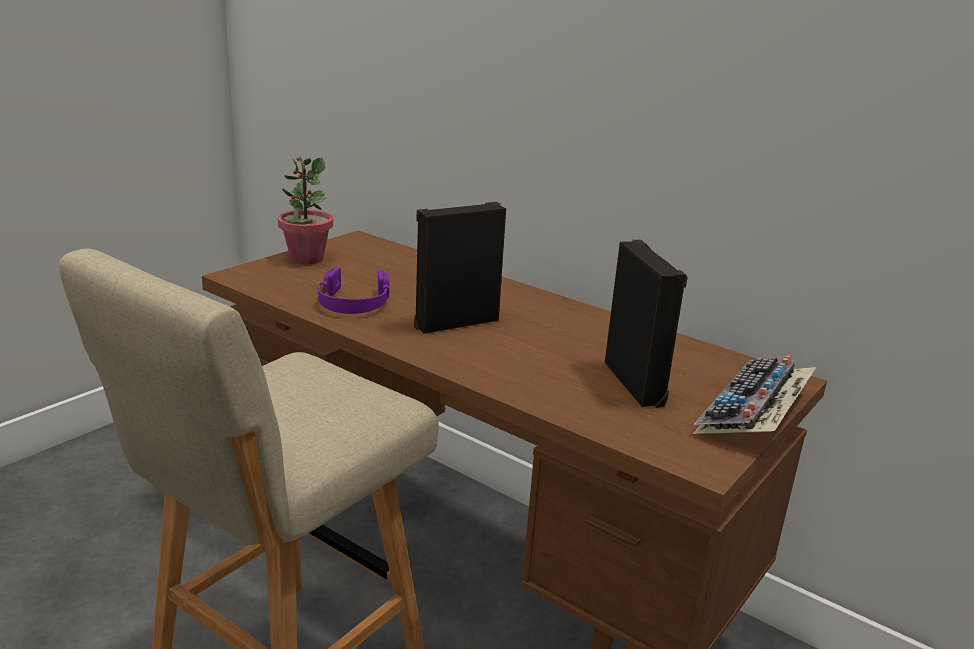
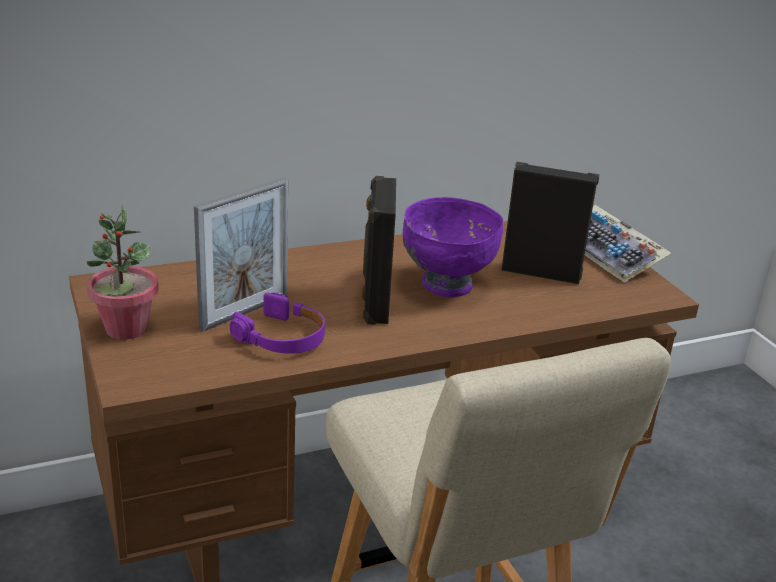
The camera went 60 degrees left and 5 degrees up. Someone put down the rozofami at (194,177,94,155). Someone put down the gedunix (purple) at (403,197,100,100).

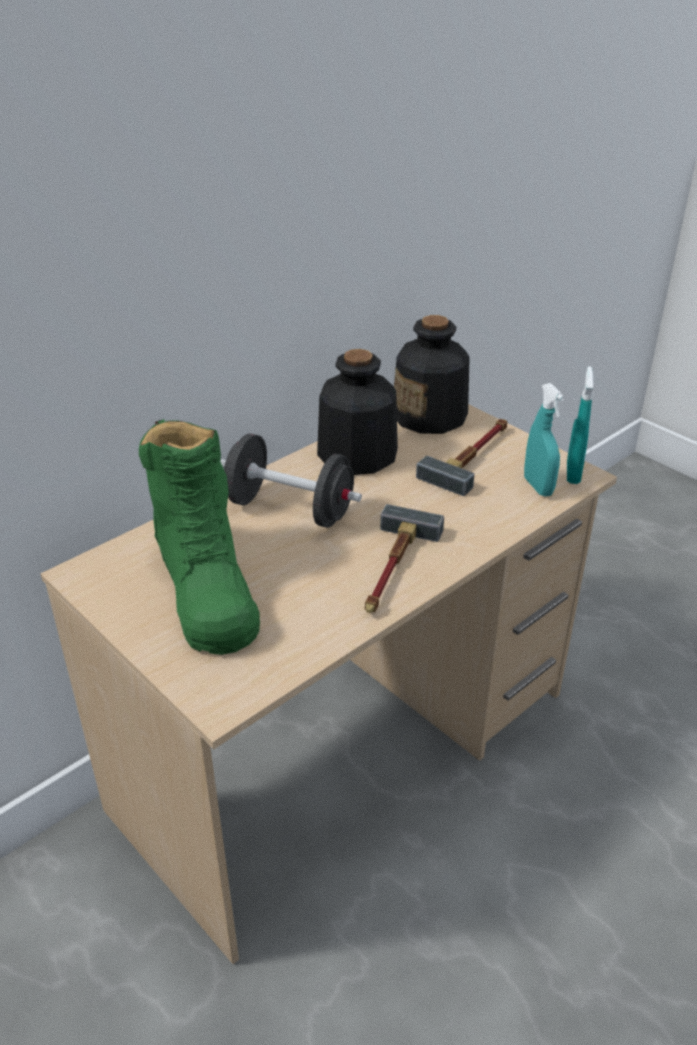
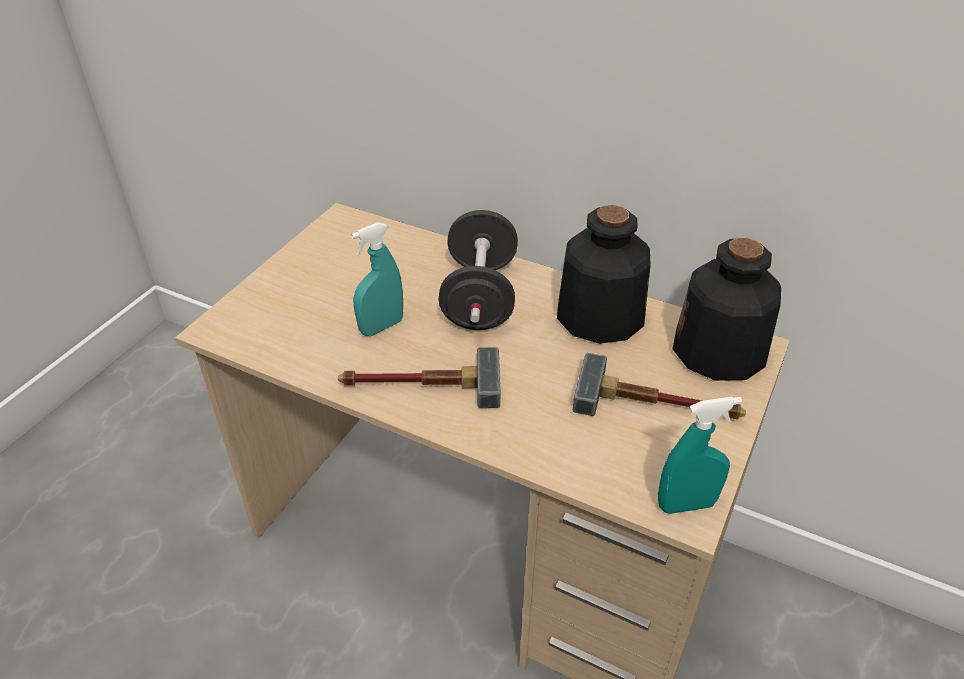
The camera went 70 degrees right and 5 degrees up. Someone took away the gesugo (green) at (139,419,121,236). Someone carried the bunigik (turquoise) from (524,383,41,114) to (351,223,52,113).

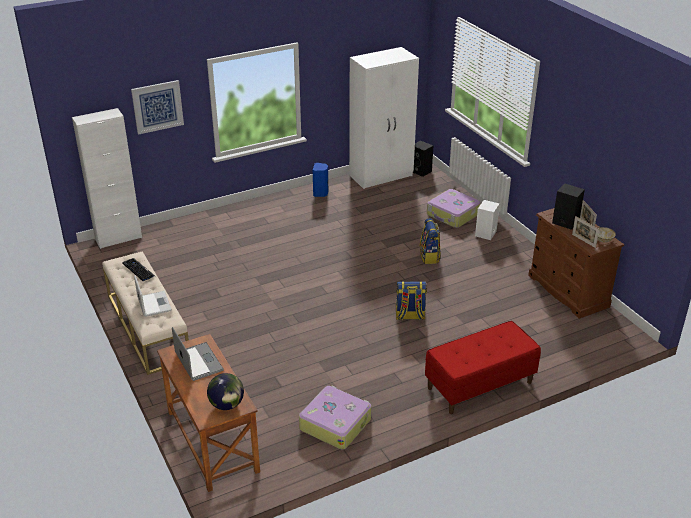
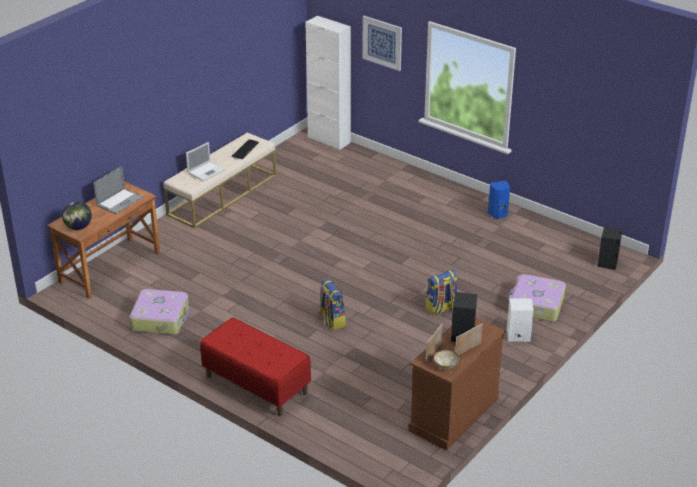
The camera went 65 degrees right and 0 degrees up. Someone took away the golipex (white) at (349,47,70,142).

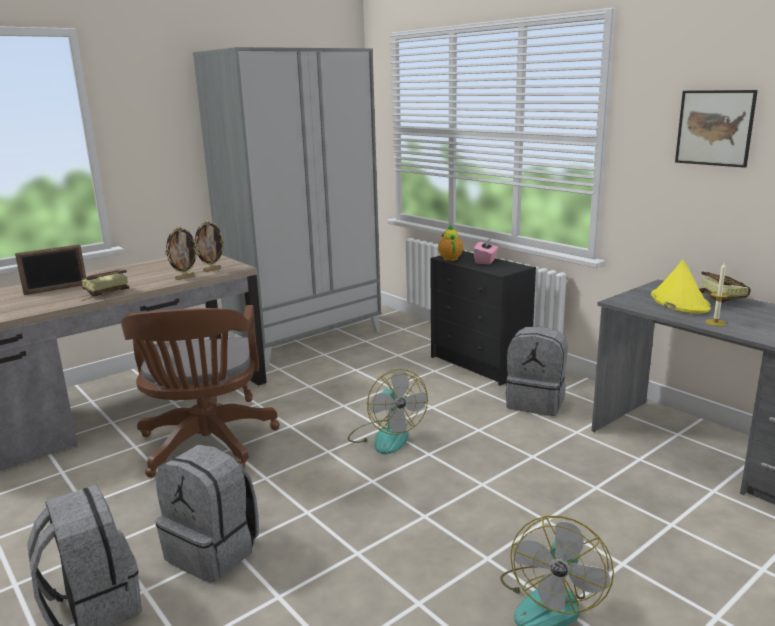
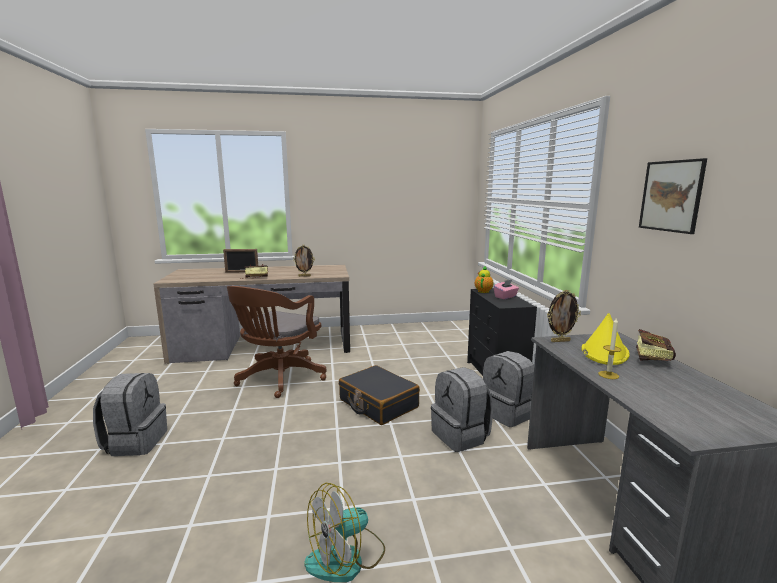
The camera went 30 degrees right and 5 degrees down. Someone took away the golipex (grey) at (193,47,188,321). Someone carried the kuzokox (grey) from (156,444,103,139) to (431,367,62,85). Someone carried the rozofami from (195,220,30,52) to (547,290,34,52). Someone swapped the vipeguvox at (348,369,80,85) for the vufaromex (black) at (339,365,81,60).

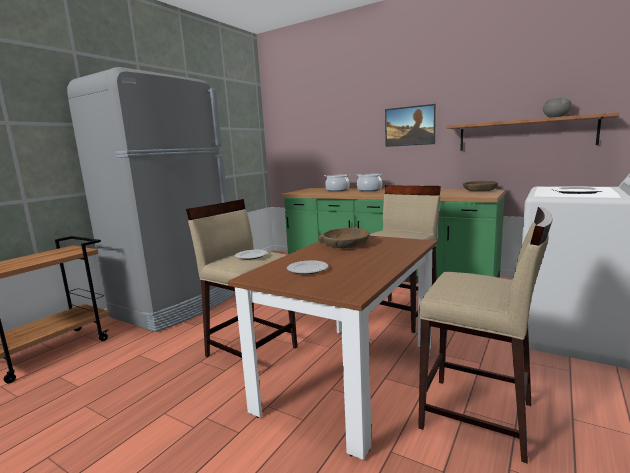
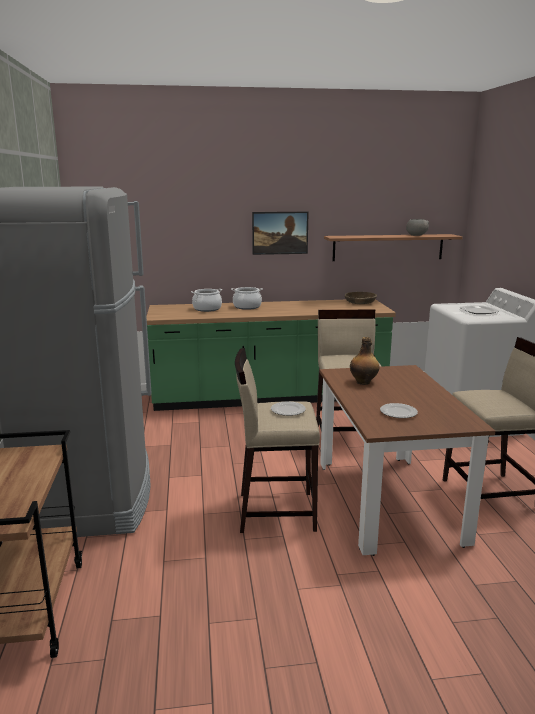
The camera went 40 degrees left and 5 degrees up. Someone swapped the gedunix (brown) at (318,228,52,20) for the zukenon at (350,337,29,48).

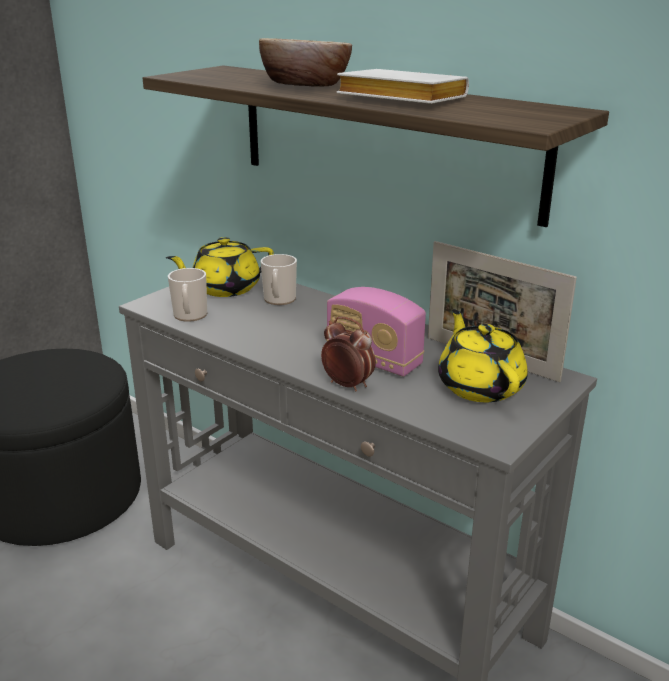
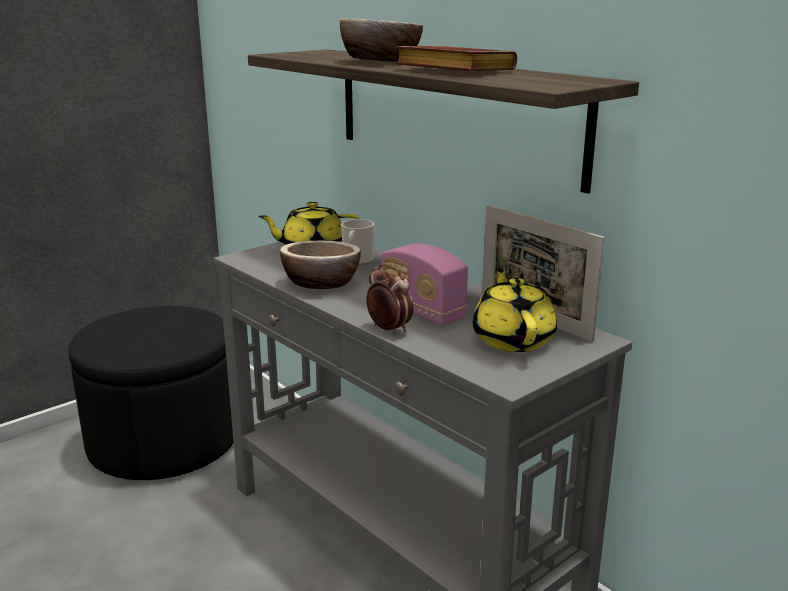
The camera went 10 degrees right and 5 degrees down. Someone took away the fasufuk at (168,268,39,54). Someone put down the gedunix at (280,241,81,48). Someone repainted the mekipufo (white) at (337,69,132,35), which became the mekipufo (brown) at (396,46,121,25).

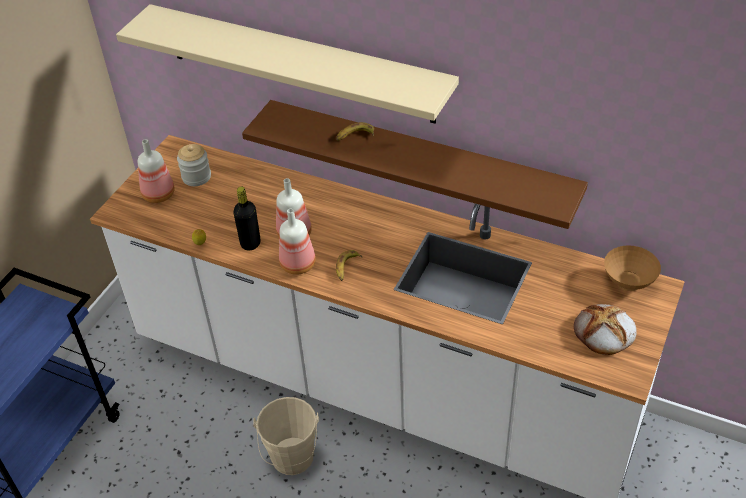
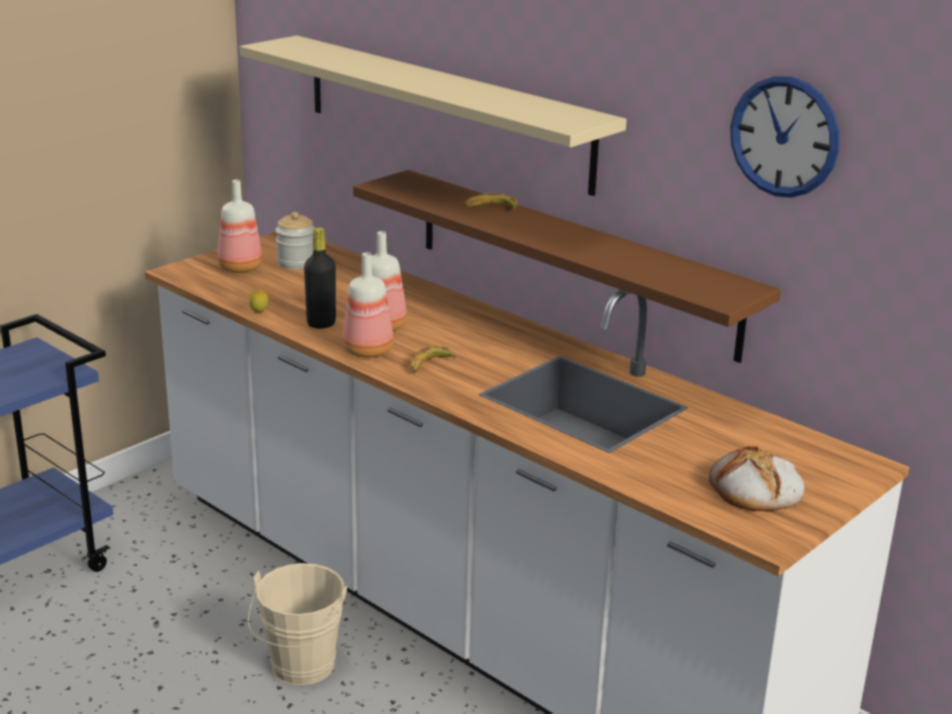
The camera went 15 degrees right and 20 degrees down. Someone took away the gedunix (brown) at (604,245,57,46). Someone put up the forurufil at (730,76,109,122).

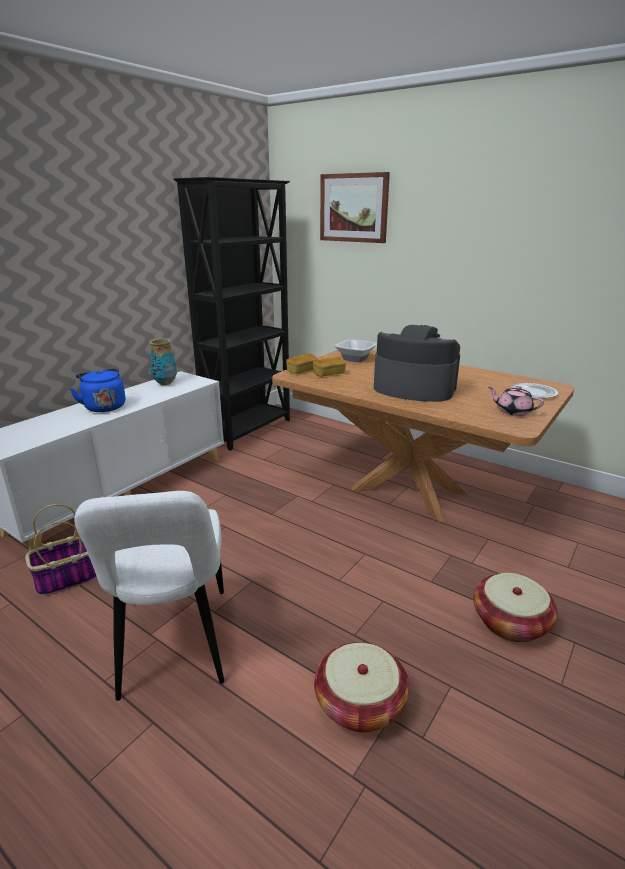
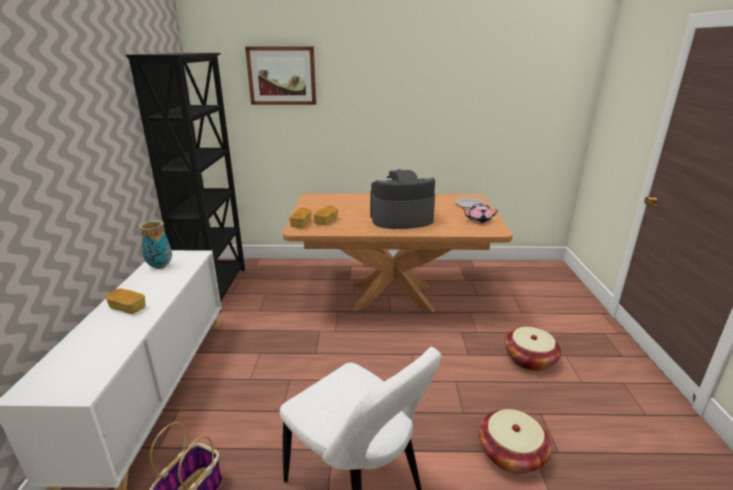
The camera went 35 degrees left and 0 degrees up. Someone took away the gedunix at (335,339,42,23). Someone swapped the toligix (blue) at (70,368,55,44) for the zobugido at (106,288,39,26).

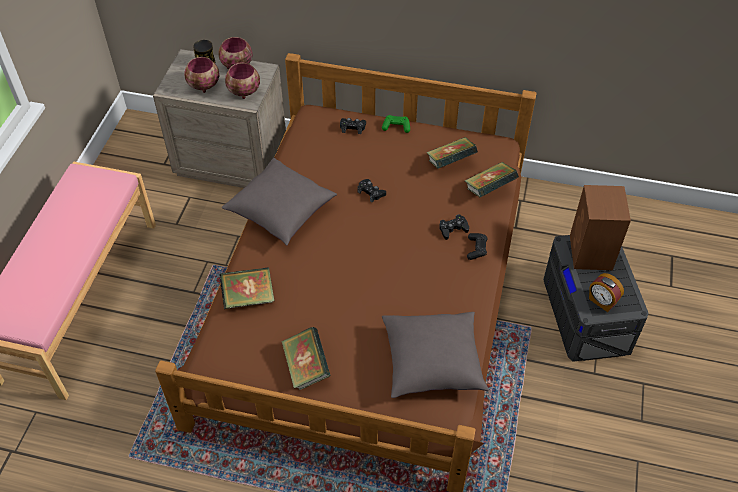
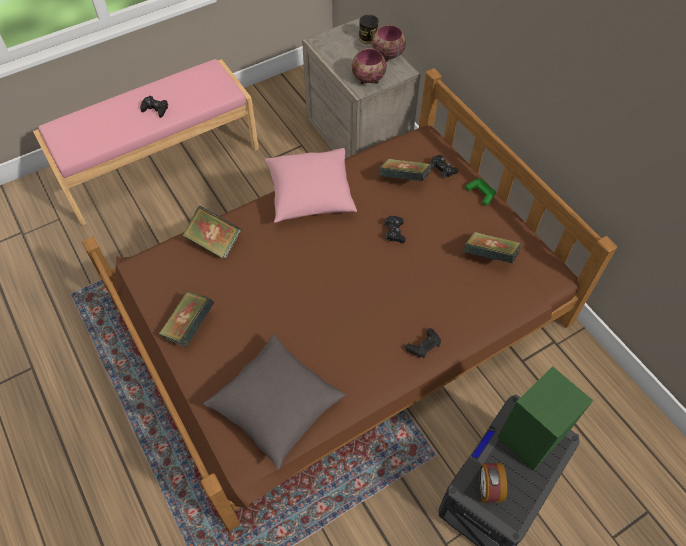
The camera went 45 degrees right and 5 degrees up. Someone took away the gedunix at (184,57,35,36). Someone carried the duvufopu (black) from (439,214,30,26) to (140,96,28,22). Someone carried the mekipufo from (465,162,54,35) to (379,159,52,22). Someone repainted the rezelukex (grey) at (222,158,115,88), which became the rezelukex (pink) at (265,148,92,75). Someone repainted the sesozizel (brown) at (570,185,61,85), which became the sesozizel (green) at (497,366,96,104).

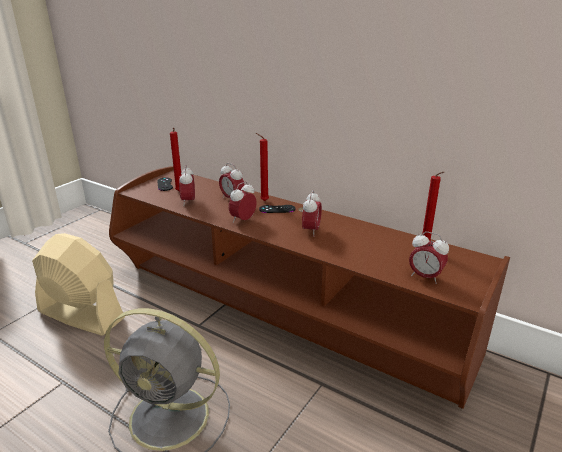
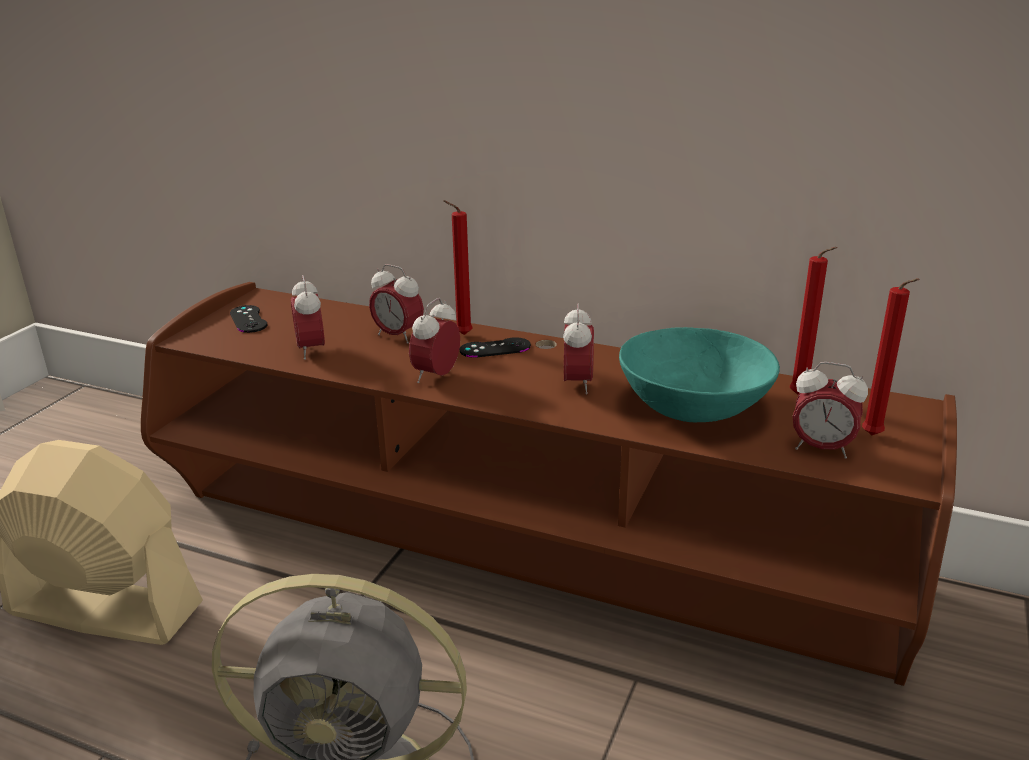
The camera went 10 degrees left and 0 degrees up. Someone put down the gedunix (turquoise) at (619,327,161,95). Someone carried the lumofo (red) from (170,127,11,64) to (862,278,58,157).

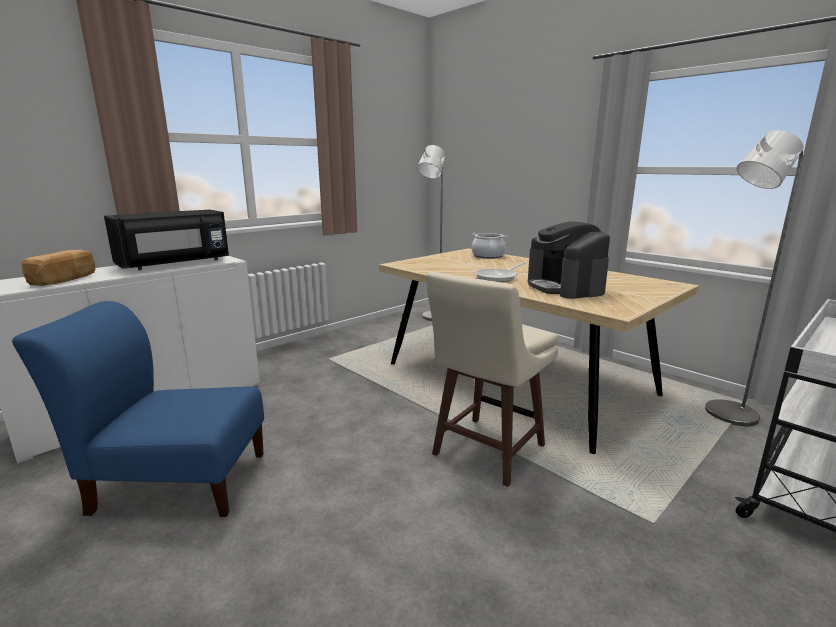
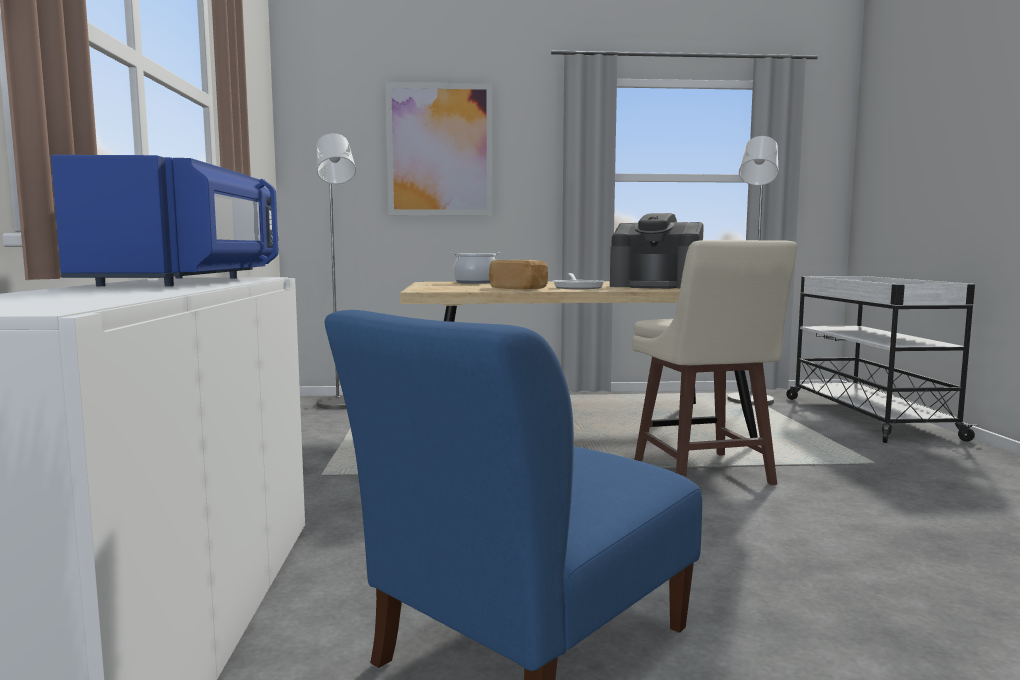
The camera went 50 degrees left and 10 degrees down. Someone put up the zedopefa at (385,82,108,134). Someone carried the zobugido from (22,250,73,36) to (489,260,59,29). Someone repainted the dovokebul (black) at (104,209,125,61), which became the dovokebul (blue) at (51,155,228,131).

